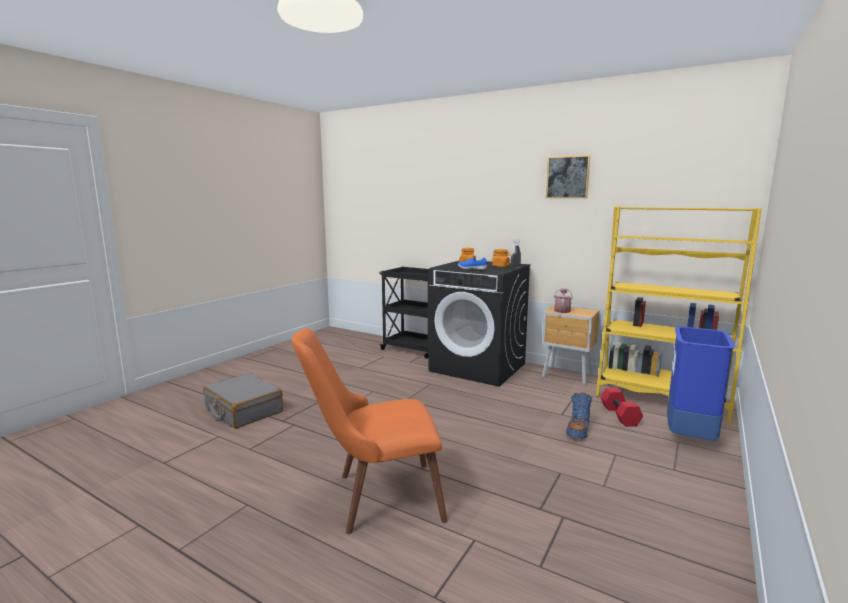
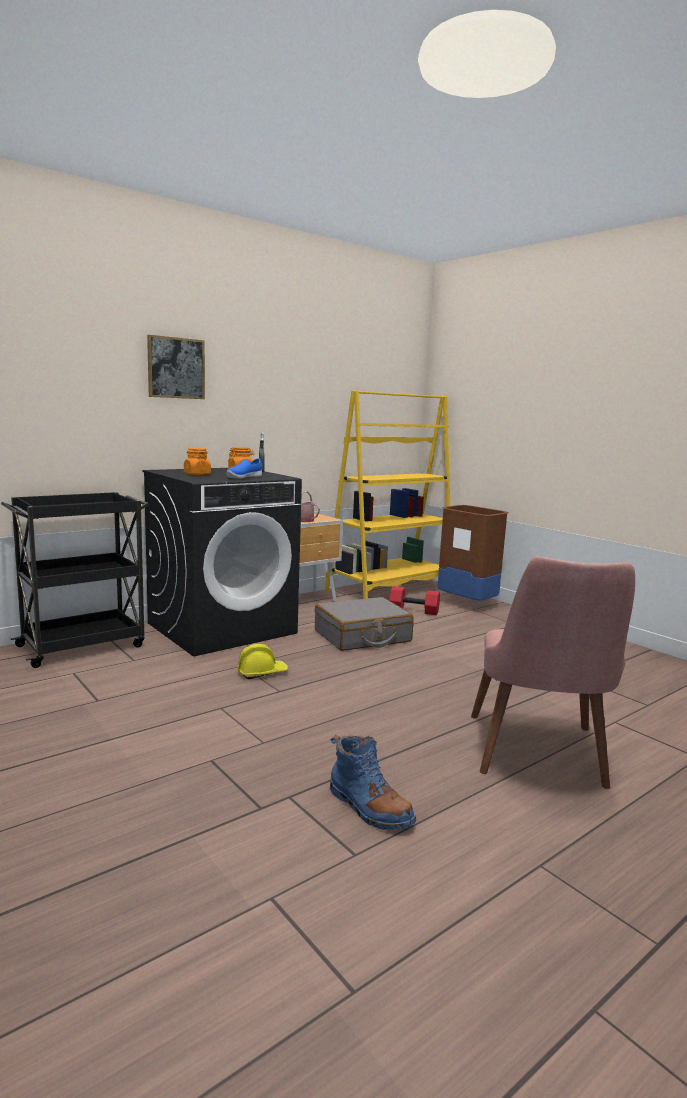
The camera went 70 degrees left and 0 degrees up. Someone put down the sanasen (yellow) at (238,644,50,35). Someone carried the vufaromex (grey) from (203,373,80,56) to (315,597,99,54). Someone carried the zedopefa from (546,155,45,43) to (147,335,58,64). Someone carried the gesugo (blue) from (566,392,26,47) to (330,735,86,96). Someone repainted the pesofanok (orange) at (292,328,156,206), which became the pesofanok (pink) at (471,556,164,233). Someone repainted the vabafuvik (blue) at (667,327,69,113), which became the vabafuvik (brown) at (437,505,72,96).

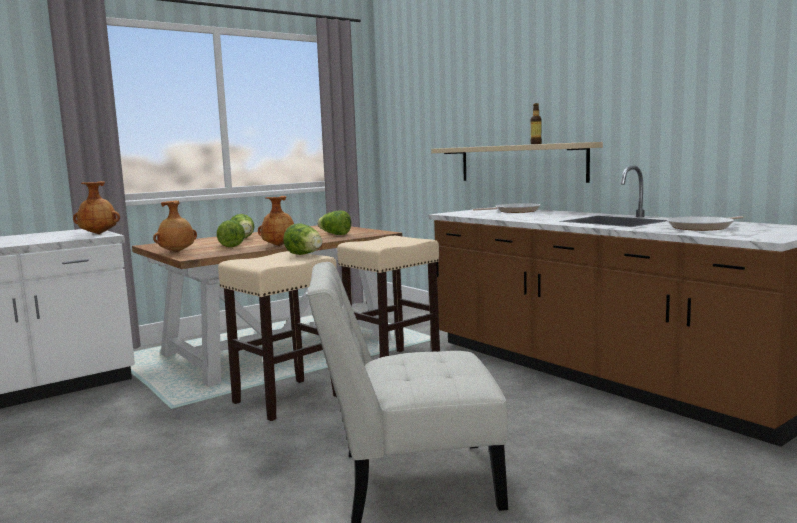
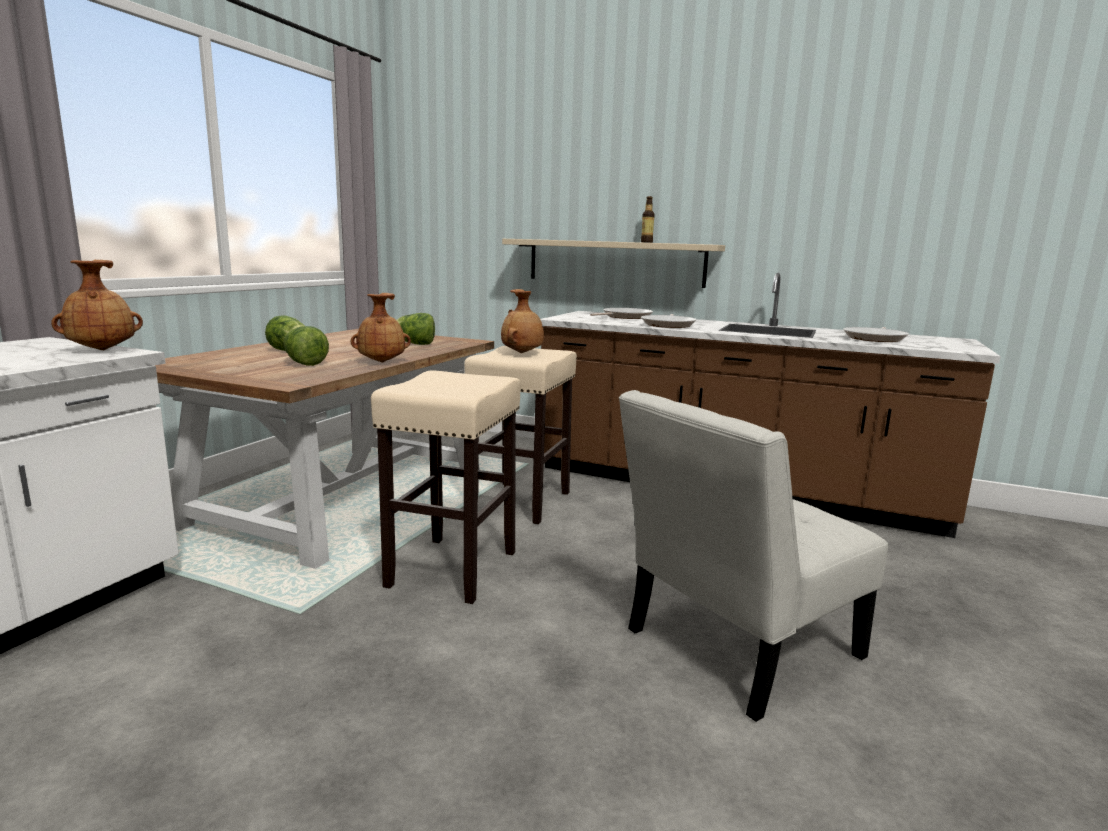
The camera went 30 degrees left and 5 degrees up. Someone took away the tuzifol at (283,223,39,32). Someone put down the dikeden at (641,314,55,14). Someone carried the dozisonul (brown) from (153,201,44,51) to (501,289,43,64).

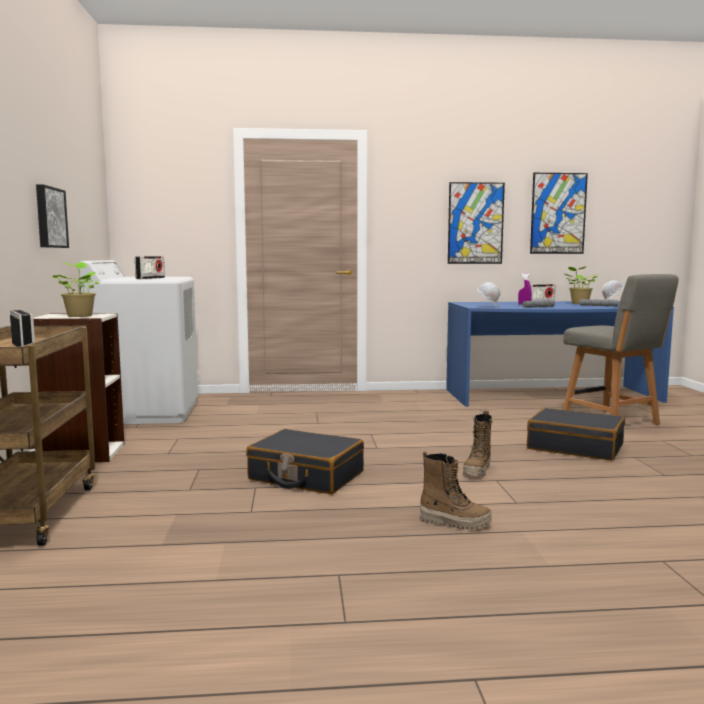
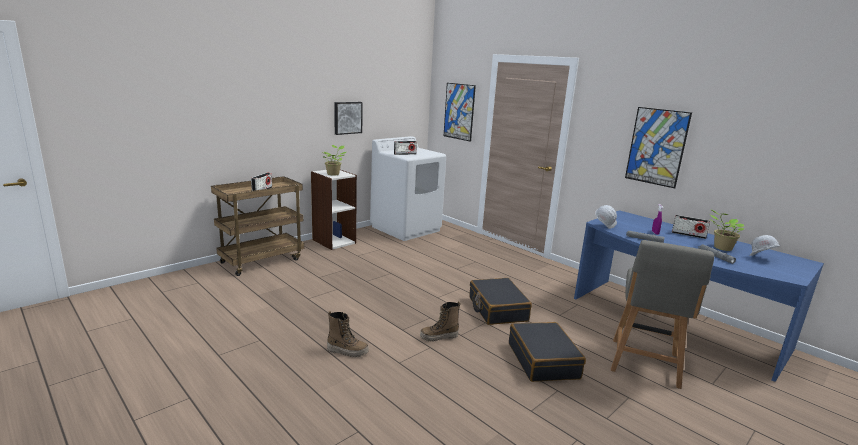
The camera went 50 degrees right and 10 degrees up. Someone carried the vufaromex (black) from (246,429,118,65) to (469,278,63,47). Someone carried the zedopefa from (530,173,58,81) to (444,83,32,59). Someone rotated the gesugo at (420,451,72,79) by 60 degrees counterclockwise.

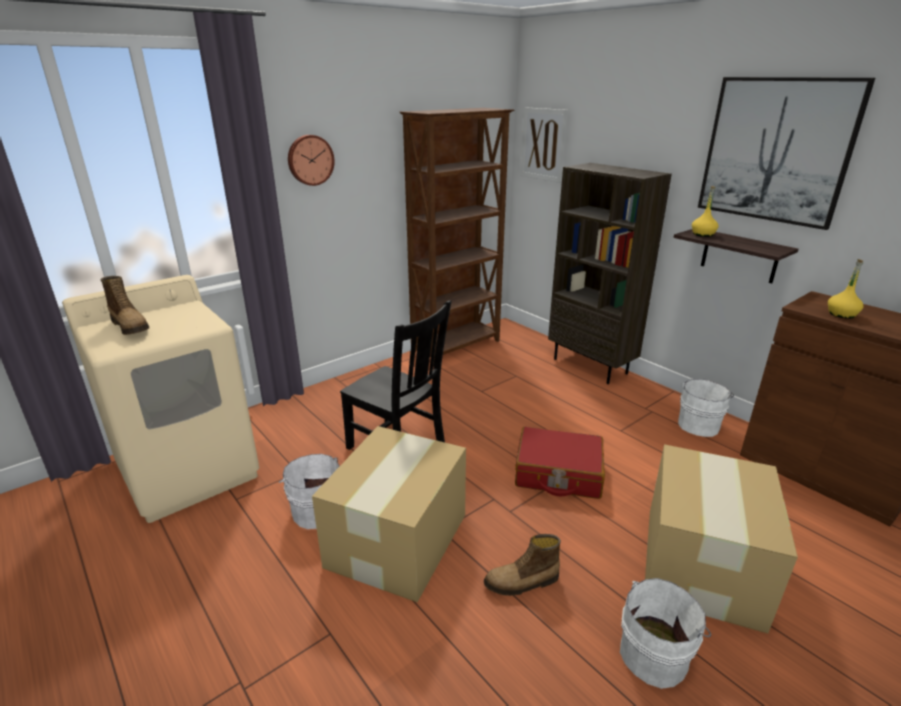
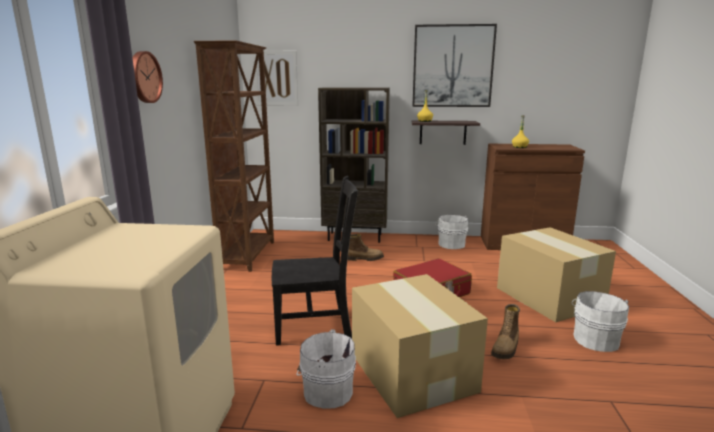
The camera went 45 degrees left and 10 degrees down. Someone carried the gesugo from (101,276,49,59) to (347,234,37,27).

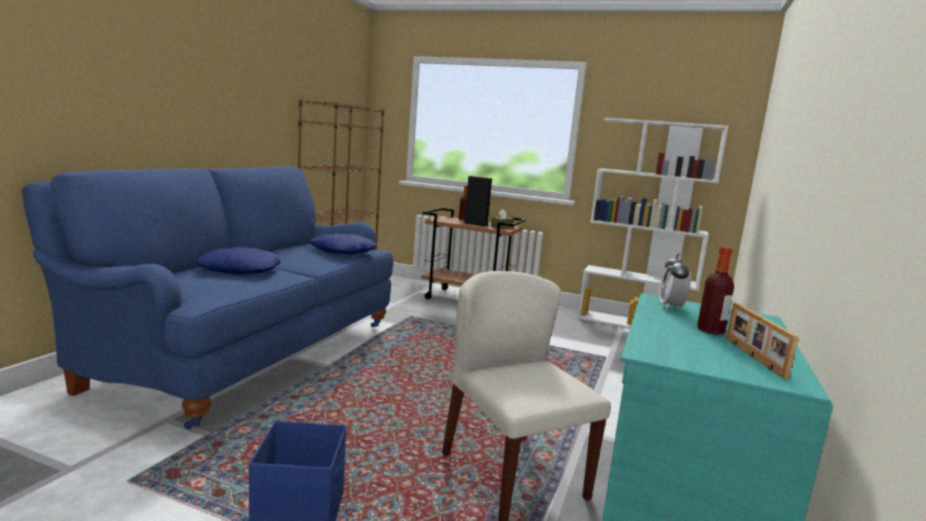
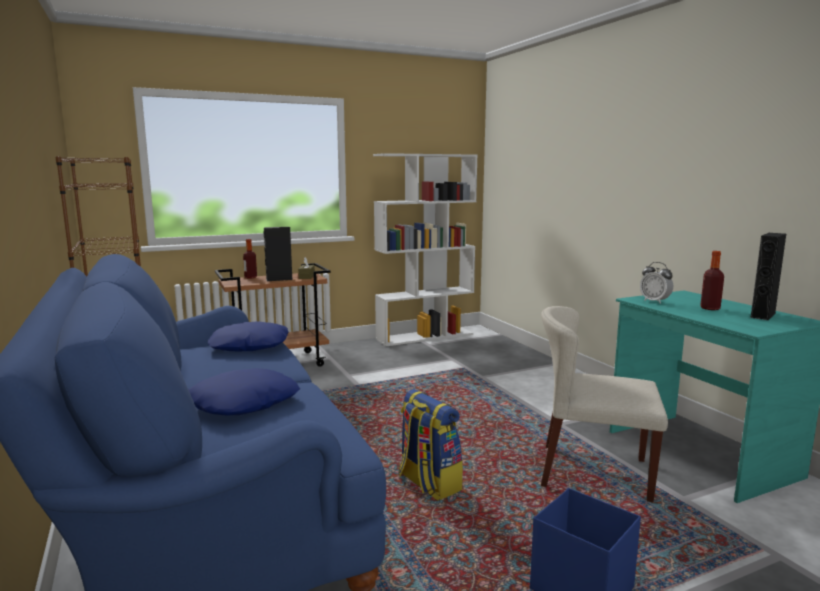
The camera went 45 degrees left and 0 degrees up. Someone put down the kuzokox at (399,389,64,112). Someone swapped the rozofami at (726,302,72,77) for the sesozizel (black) at (750,233,36,87).

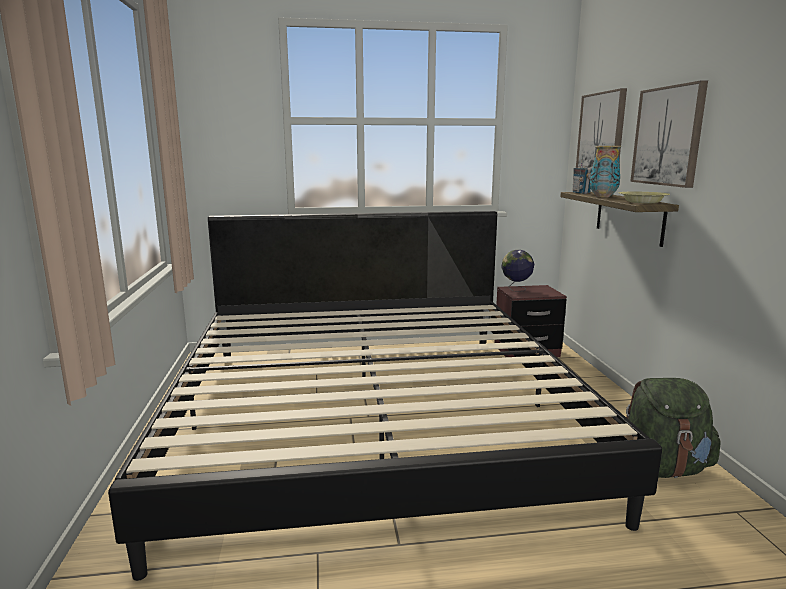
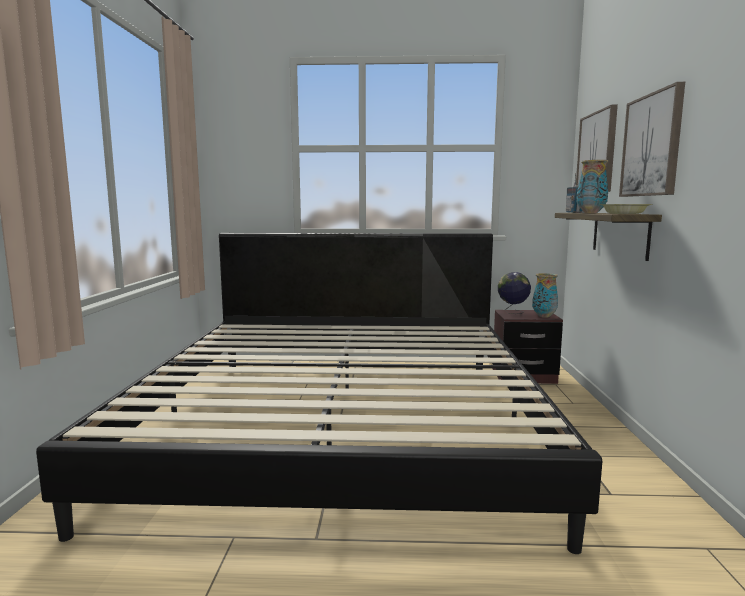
The camera went 10 degrees right and 5 degrees down. Someone took away the kuzokox (green) at (626,378,95,100). Someone put down the dozisonul at (532,273,26,45).

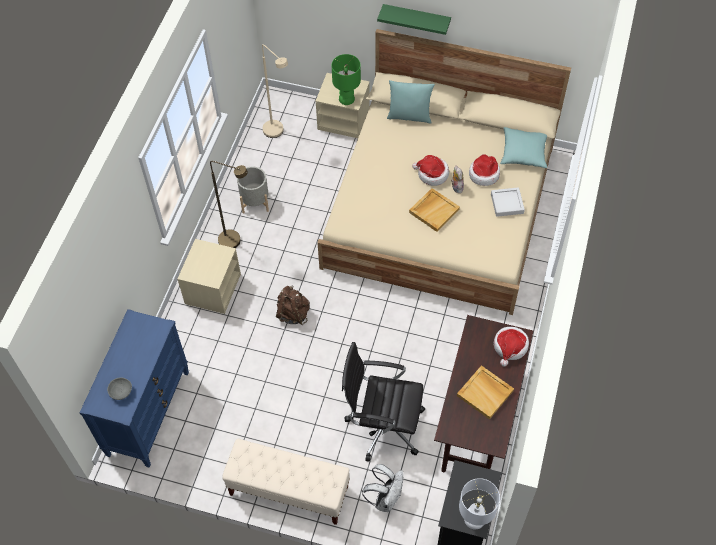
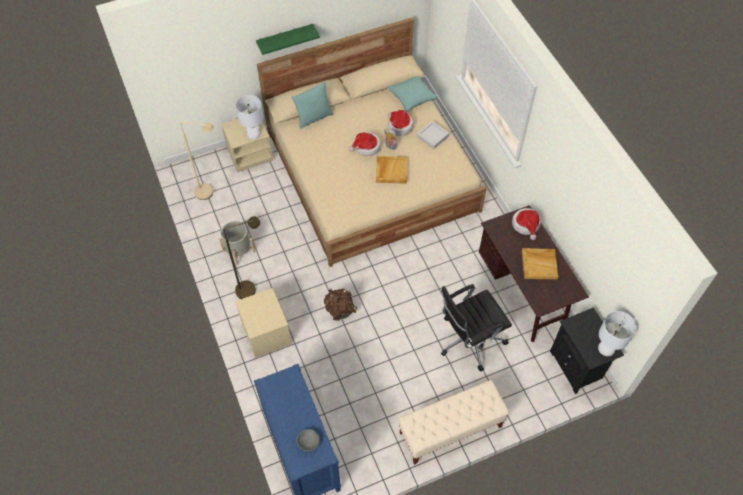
The camera went 40 degrees left and 0 degrees up. Someone took away the kuzokox (white) at (362,464,41,48). Someone repainted the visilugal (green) at (332,54,29,51), which became the visilugal (white) at (236,95,27,44).

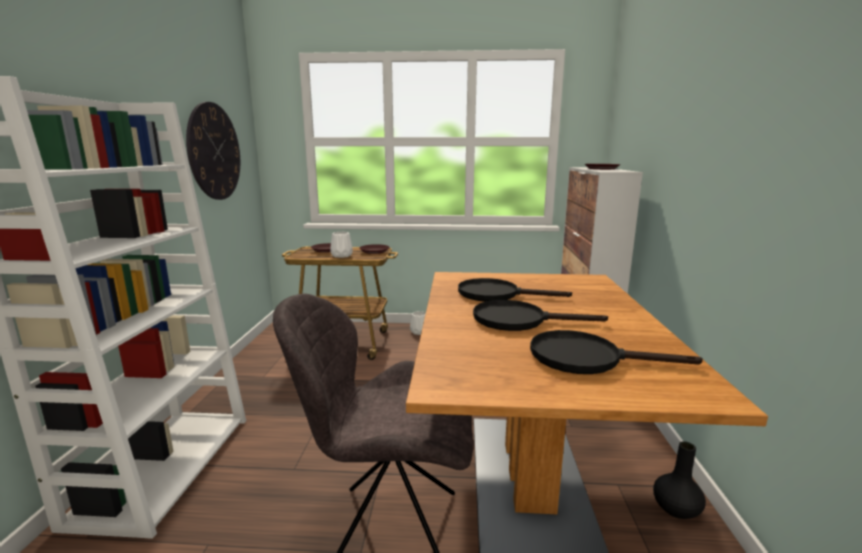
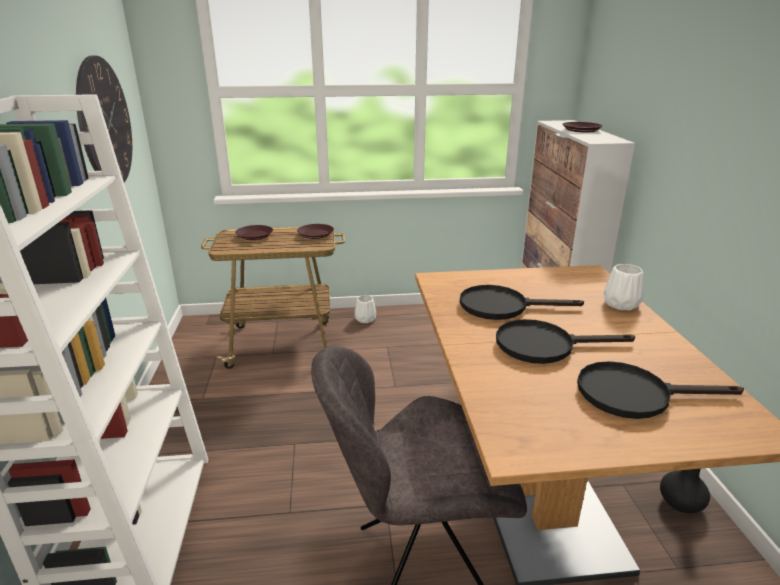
The camera went 10 degrees left and 10 degrees up. Someone carried the dozisonul (white) from (330,232,23,26) to (603,264,41,46).

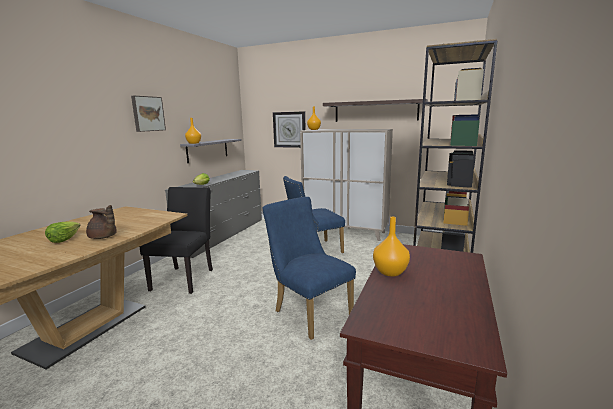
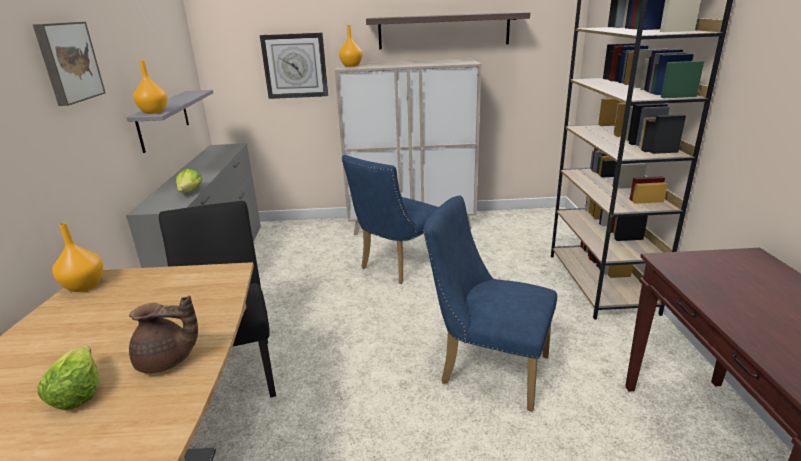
The camera went 25 degrees left and 10 degrees up. Someone carried the dozisonul (orange) from (373,217,37,60) to (52,223,51,69).

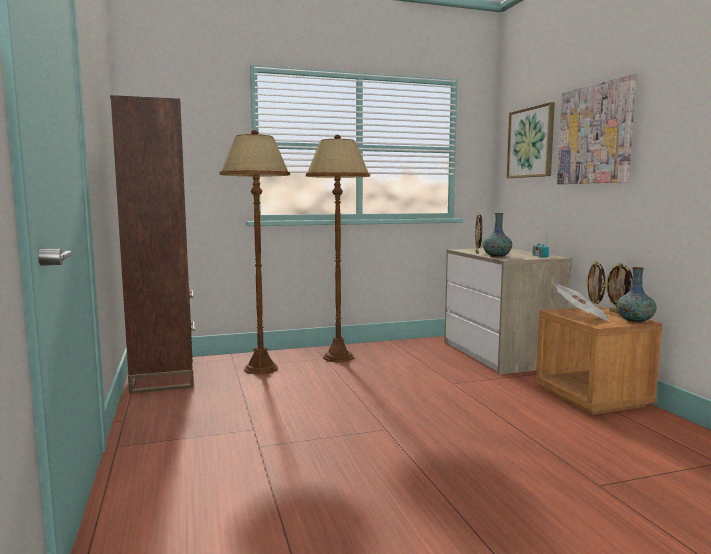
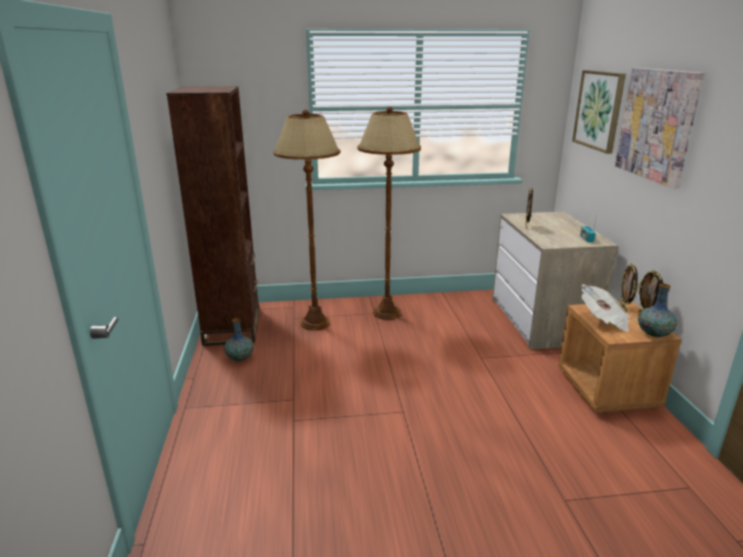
The camera went 10 degrees right and 15 degrees up. Someone carried the dozisonul from (483,213,29,44) to (224,318,30,43).

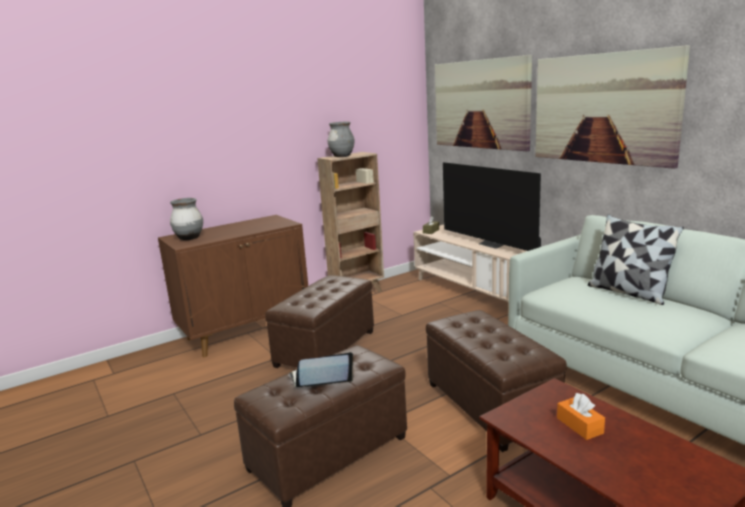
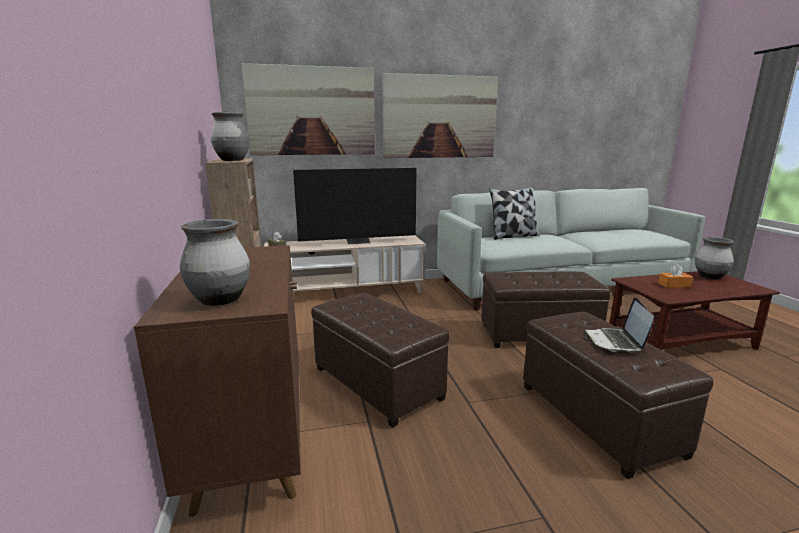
The camera went 70 degrees left and 0 degrees up. Someone put down the dozisonul (grey) at (695,237,39,42).

